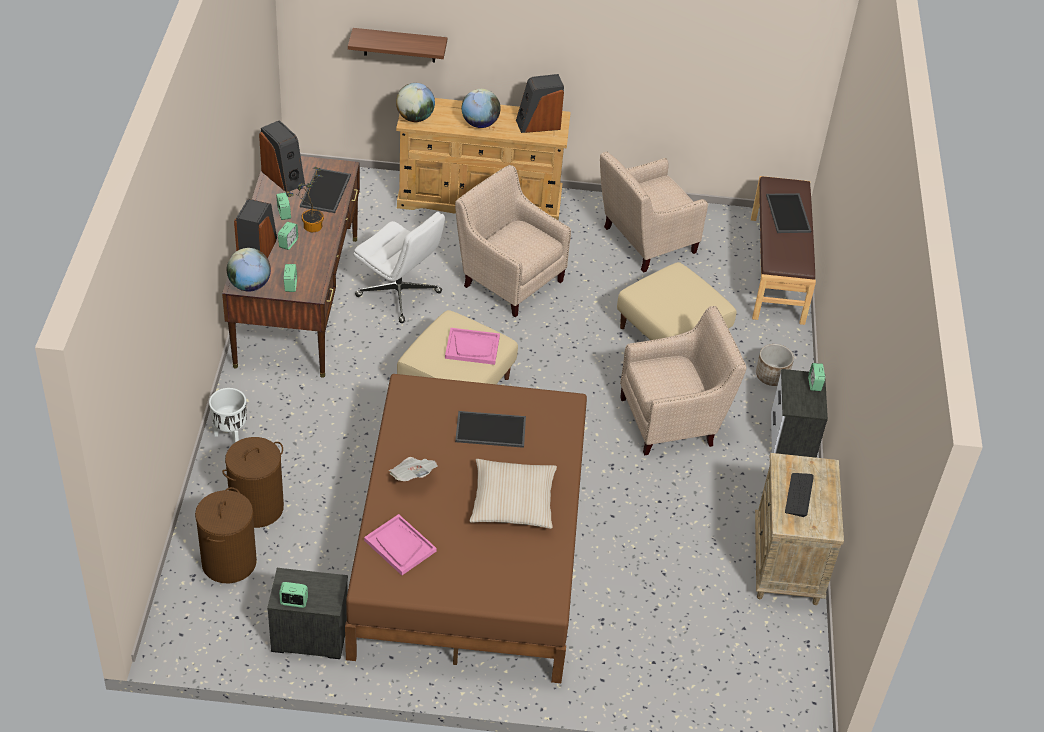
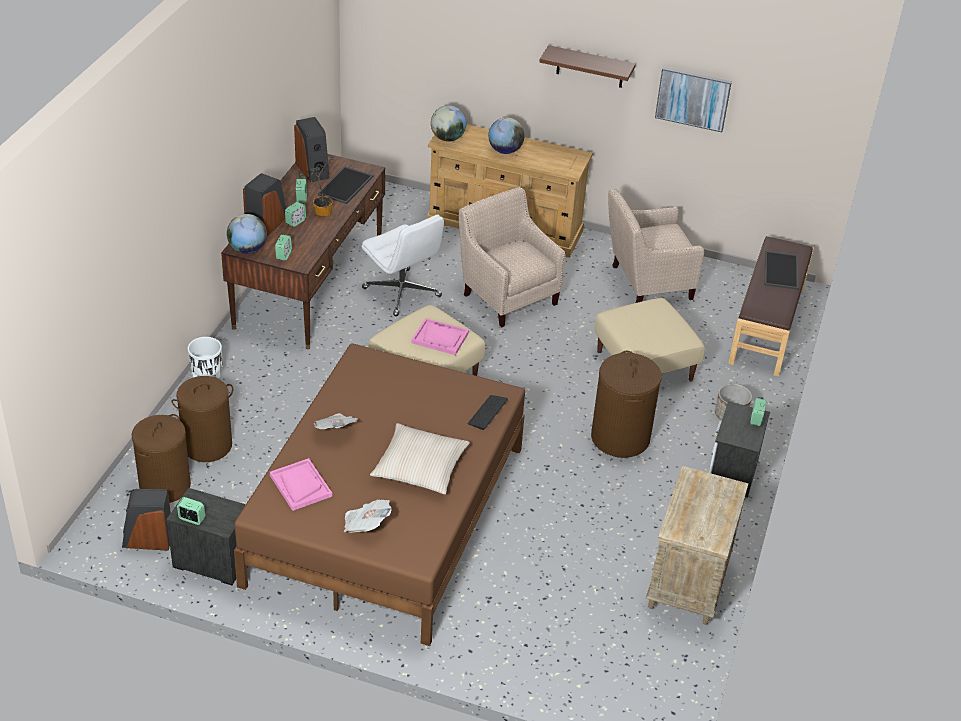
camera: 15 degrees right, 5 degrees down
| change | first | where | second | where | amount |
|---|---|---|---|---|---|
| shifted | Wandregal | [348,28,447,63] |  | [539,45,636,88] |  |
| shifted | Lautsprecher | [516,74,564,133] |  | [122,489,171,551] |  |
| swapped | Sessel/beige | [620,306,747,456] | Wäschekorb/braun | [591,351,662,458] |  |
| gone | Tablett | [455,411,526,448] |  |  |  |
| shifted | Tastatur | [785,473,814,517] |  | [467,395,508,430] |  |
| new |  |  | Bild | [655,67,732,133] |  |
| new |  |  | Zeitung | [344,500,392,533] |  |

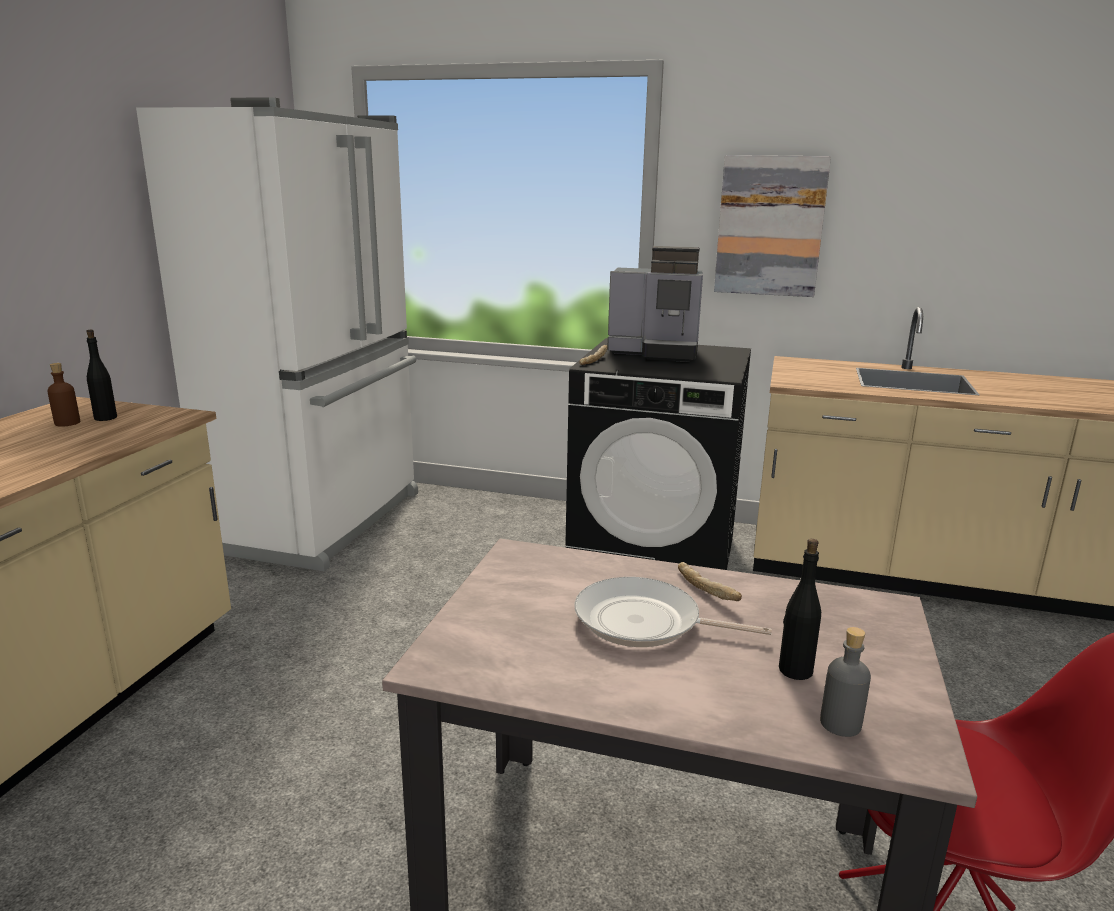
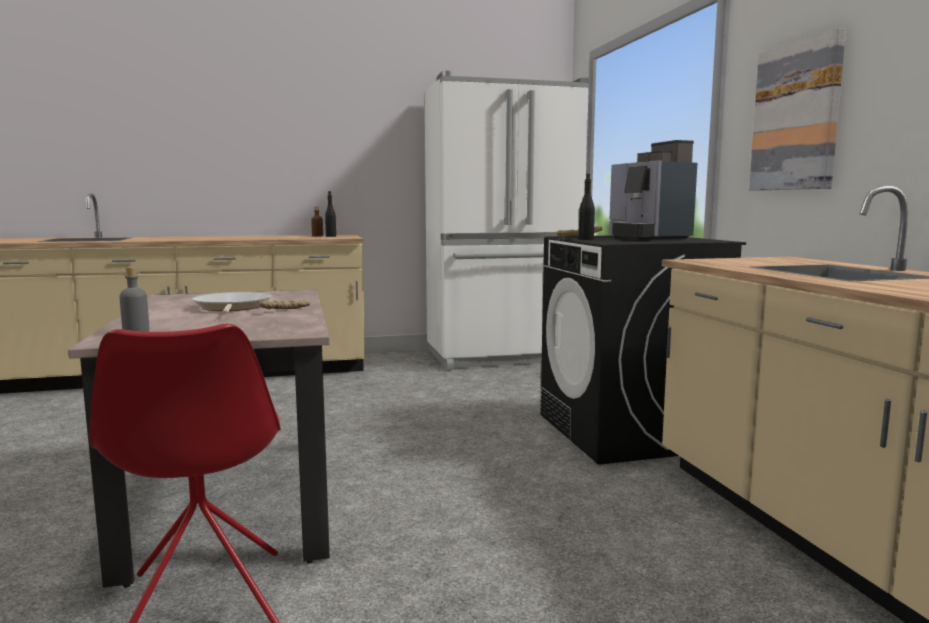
camera: 60 degrees right, 10 degrees down
| change | first | where | second | where | amount |
|---|---|---|---|---|---|
| shifted | Flasche/schwarz | [779,539,821,680] |  | [579,174,595,240] |  |

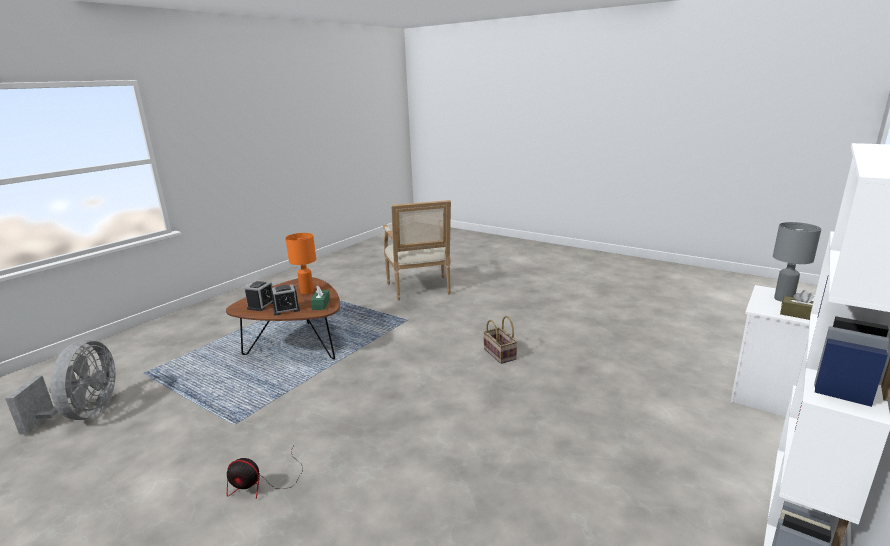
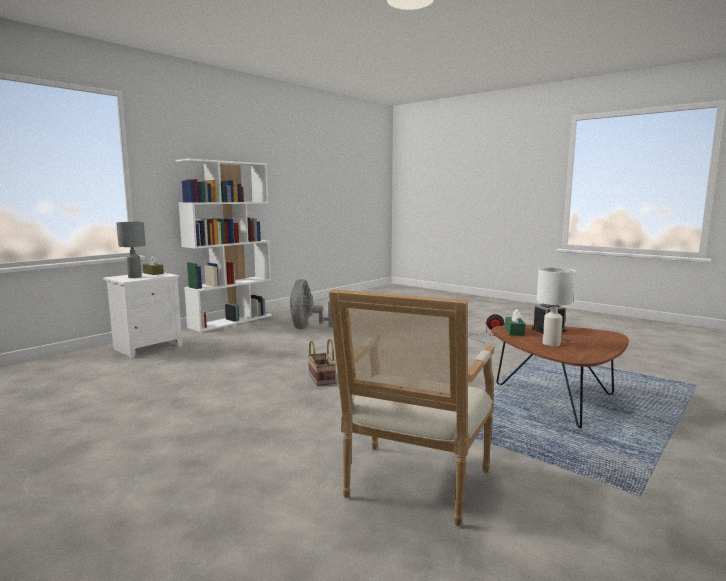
camera: 175 degrees left, 10 degrees down
| change | first | where | second | where | amount |
|---|---|---|---|---|---|
| rotated | Sessel | [383,200,451,301] |  | [329,289,494,526] | 150 degrees counterclockwise |
| repainted | Tischlampe/orange | [286,233,316,294] | Tischlampe/weiß | [537,267,576,346] |  |
| gone | Wecker | [244,281,273,311] |  |  |  |
| shifted | Ventilator/grau | [5,340,115,434] |  | [290,279,333,329] |  |

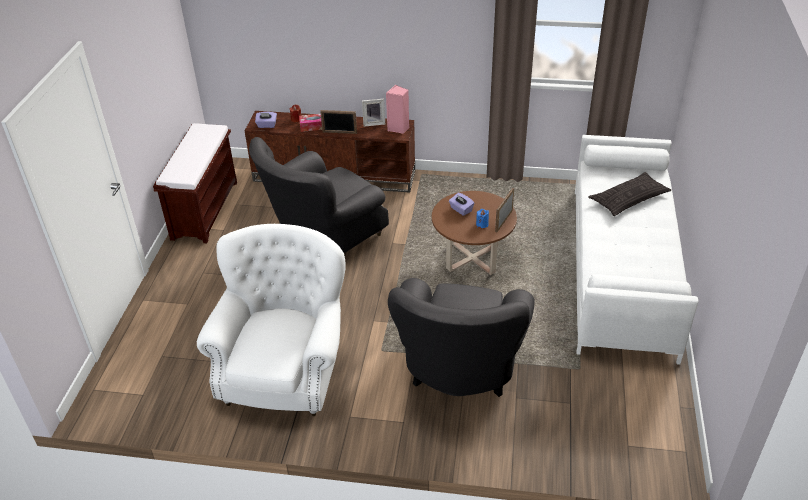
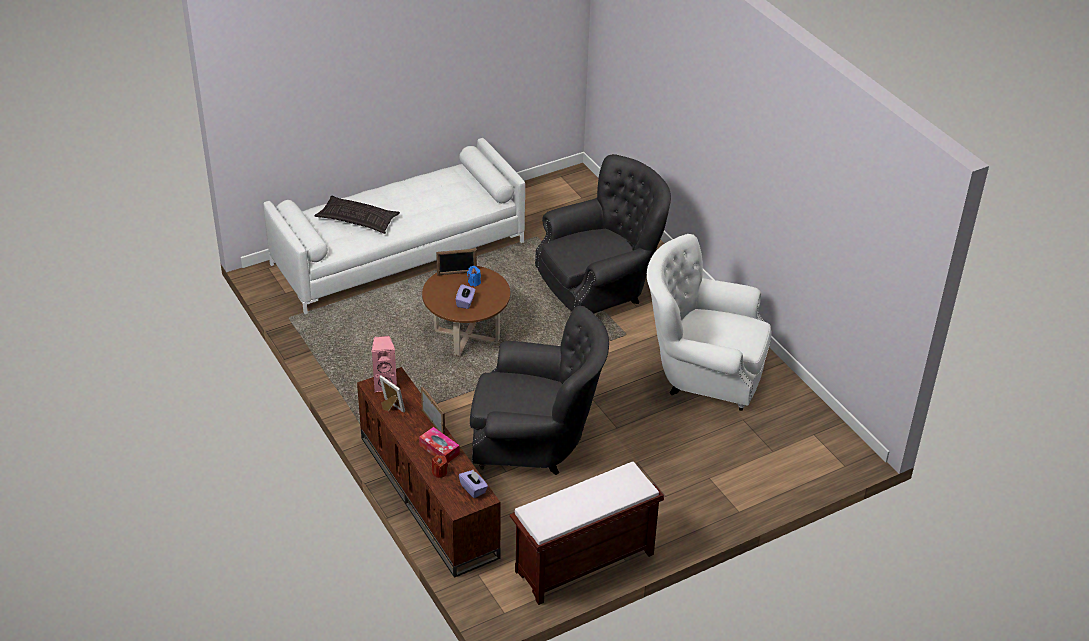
camera: 130 degrees left, 0 degrees up
| change | first | where | second | where | amount |
|---|---|---|---|---|---|
| rotated | Sessel/weiß | [197,224,346,416] |  | [647,234,771,411] | 45 degrees clockwise |

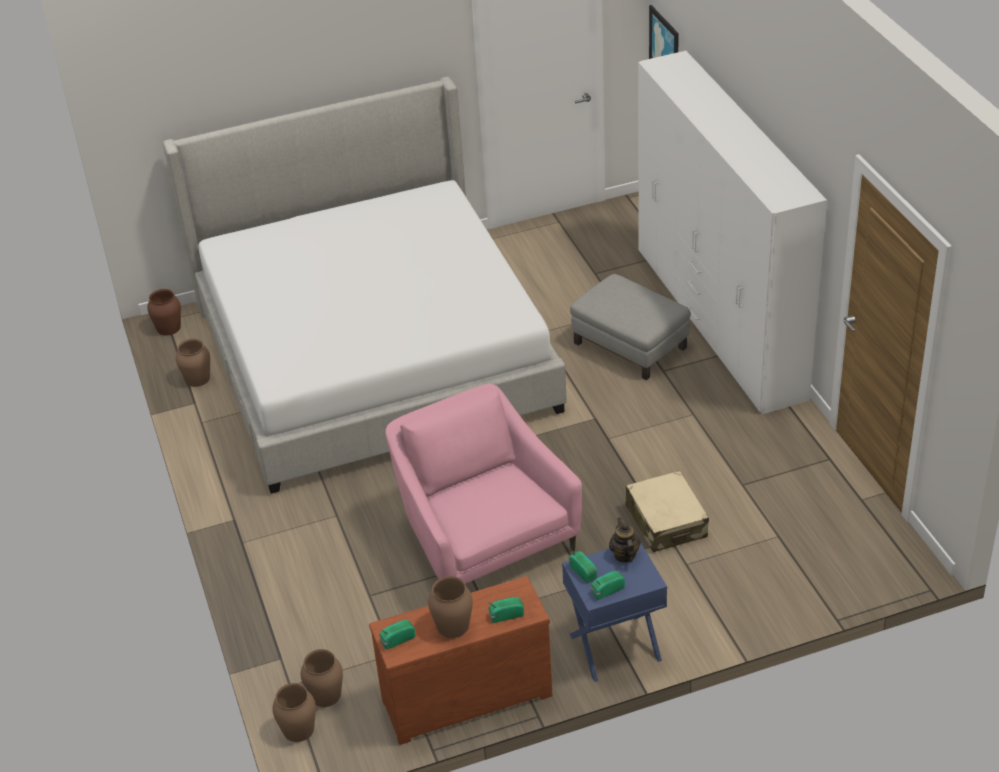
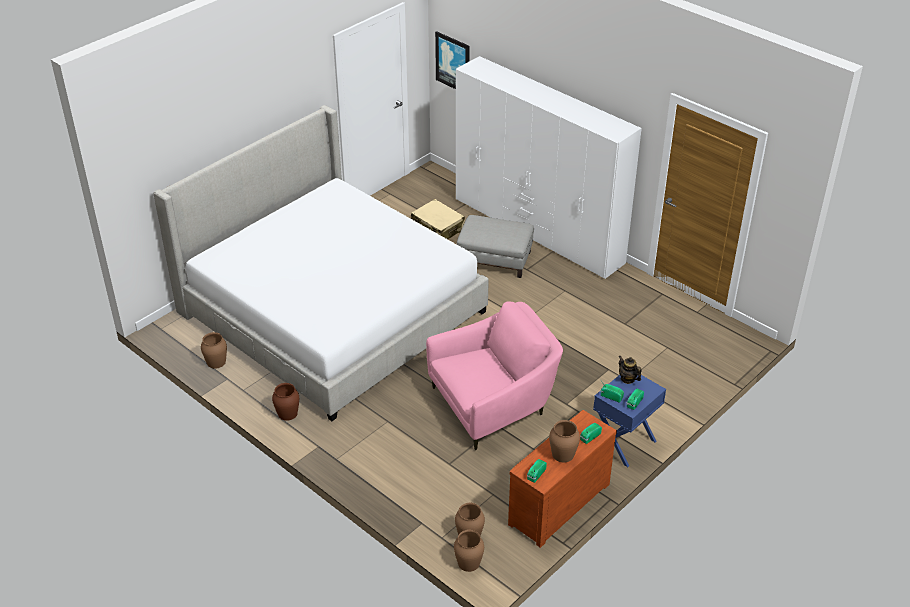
camera: 30 degrees left, 0 degrees up
| change | first | where | second | where | amount |
|---|---|---|---|---|---|
| shifted | Vase/braun | [147,289,181,335] |  | [272,383,299,421] |  |
| rotated | Sessel/rosa | [385,384,582,584] |  | [426,302,563,450] | 120 degrees clockwise |
| shifted | Koffer/beige | [626,471,709,552] |  | [411,199,465,239] |  |

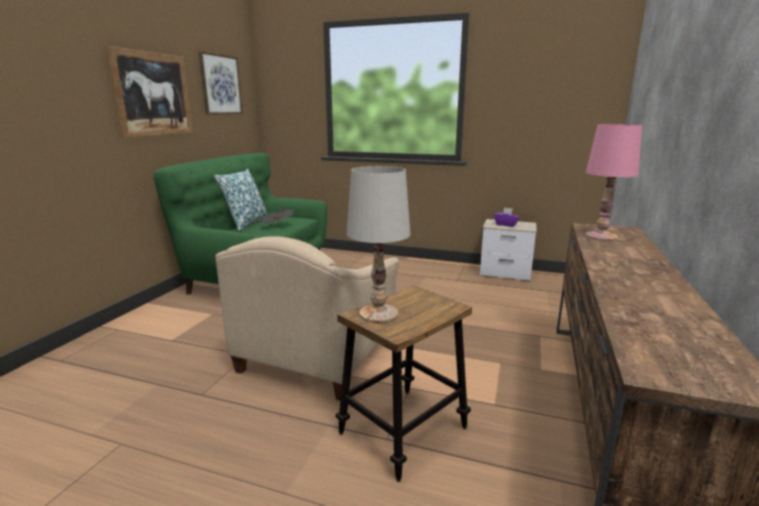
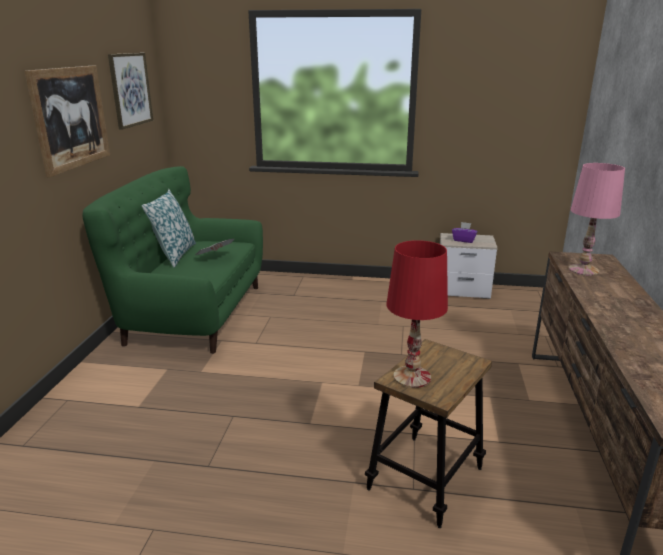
camera: 10 degrees left, 5 degrees up
| change | first | where | second | where | amount |
|---|---|---|---|---|---|
| repainted | Tischlampe/weiß | [347,166,410,323] | Tischlampe/rot | [386,240,448,388] |  |
| gone | Sessel/beige | [215,236,400,401] |  |  |  |

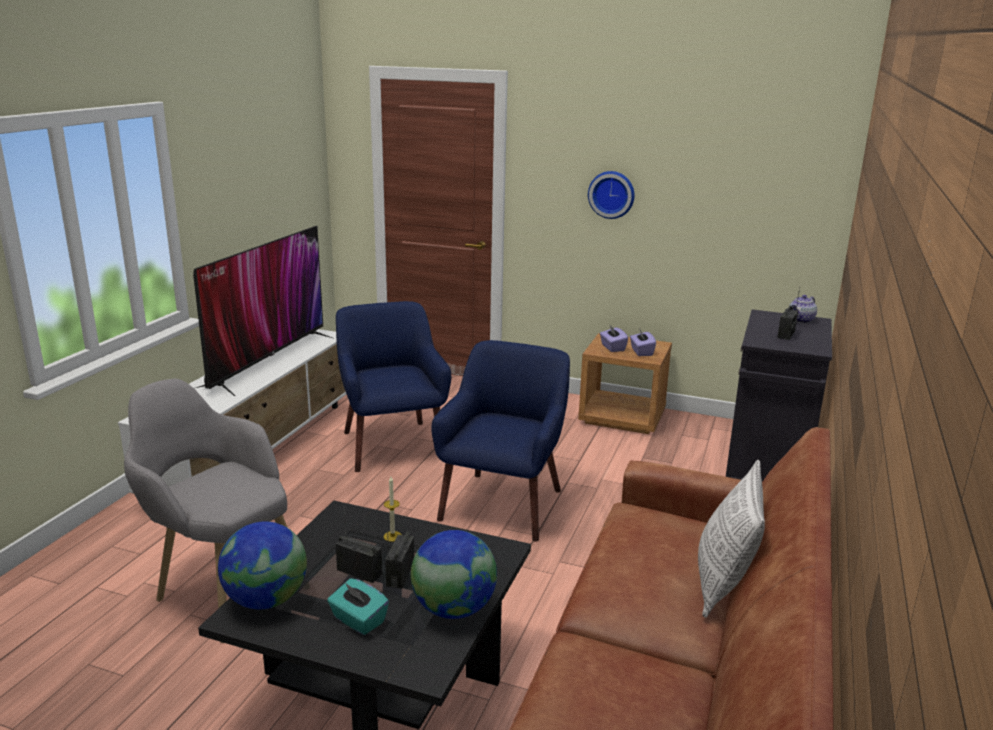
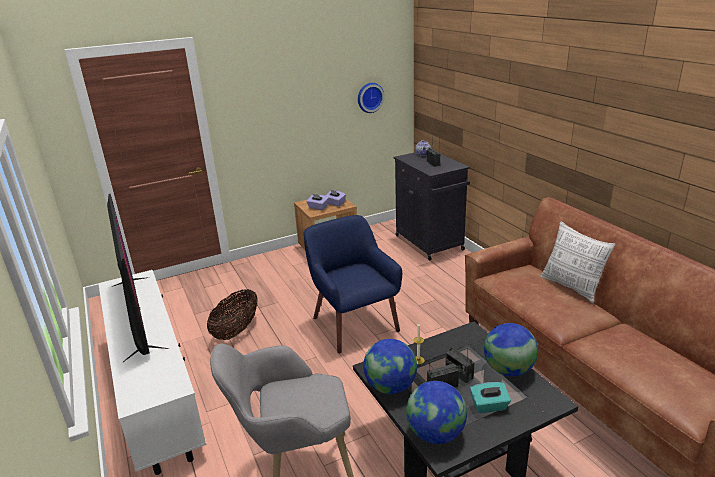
camera: 45 degrees left, 5 degrees up
| change | first | where | second | where | amount |
|---|---|---|---|---|---|
| shifted | Wanduhr | [588,171,635,219] |  | [358,83,385,113] |  |
| swapped | Sessel/blau | [336,301,451,472] | Korb | [207,289,257,340] |  |
| new |  |  | Globus | [363,339,417,394] |  |

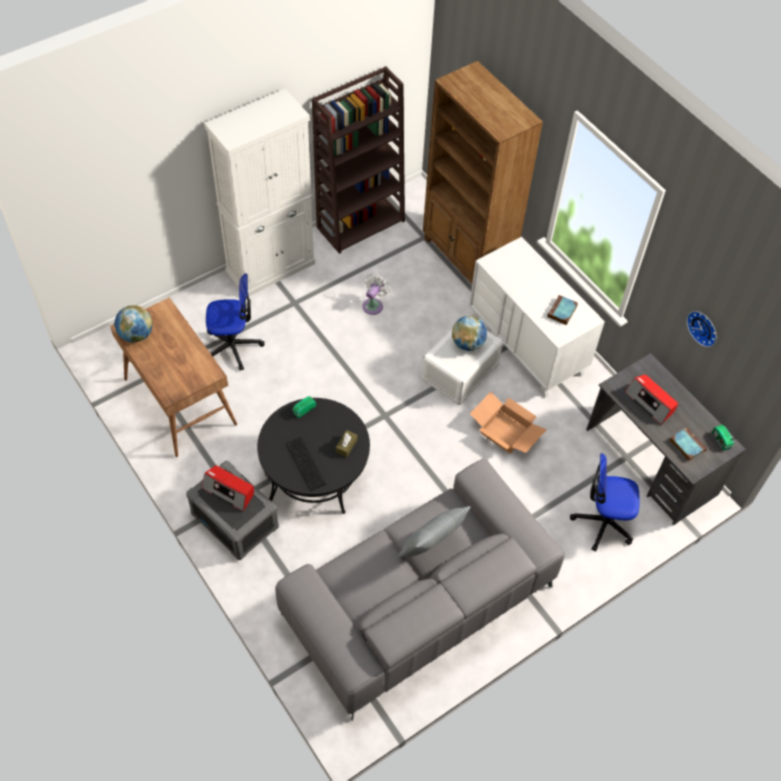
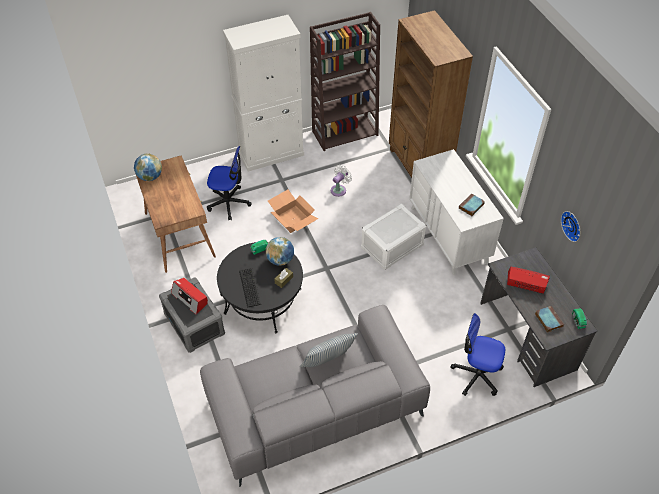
camera: 15 degrees right, 5 degrees down
| change | first | where | second | where | amount |
|---|---|---|---|---|---|
| shifted | Globus | [452,316,487,351] |  | [266,237,294,266] |  |
| rotated | Radio | [625,374,678,425] |  | [507,267,550,294] | 135 degrees clockwise |
| shifted | Karton | [470,392,547,453] |  | [268,190,318,233] |  |

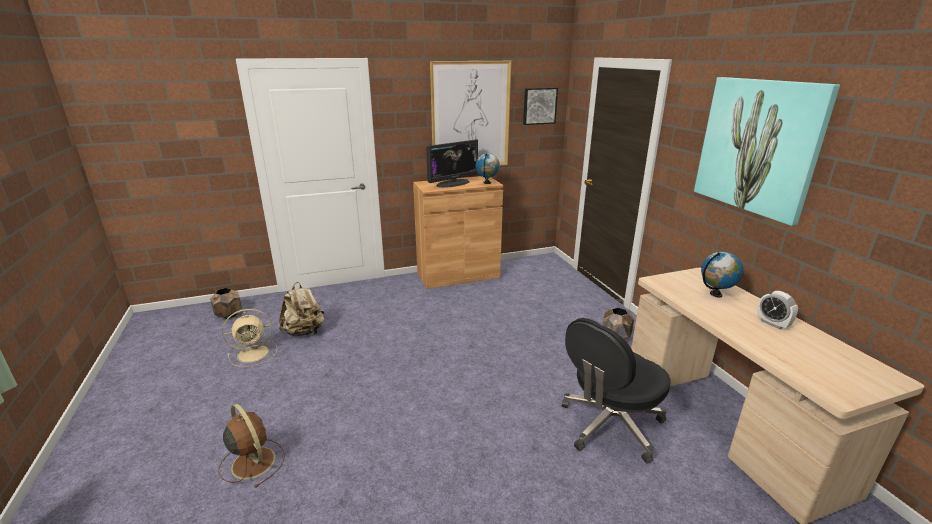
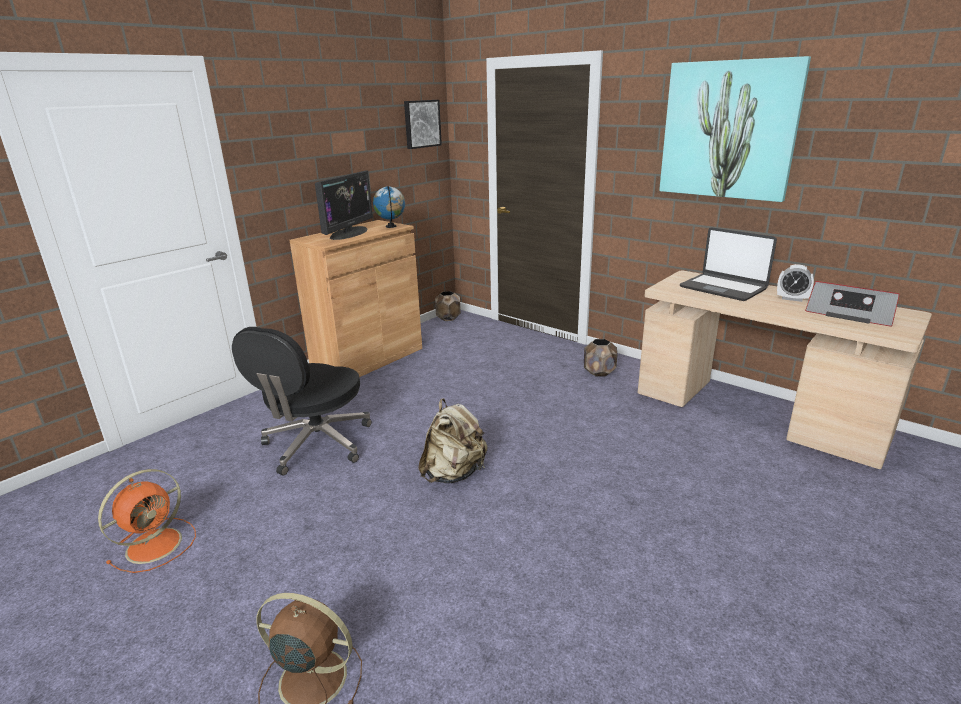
camera: 30 degrees left, 0 degrees up
| change | first | where | second | where | amount |
|---|---|---|---|---|---|
| gone | Bild | [430,61,511,166] |  |  |  |
| swapped | Globus | [701,252,744,298] | Laptop | [680,227,777,301] |  |
| shifted | Rucksack/beige | [279,282,324,336] |  | [418,398,488,483] |  |
| shifted | Pflanzkübel/braun | [210,288,242,319] |  | [435,291,461,321] |  |
| repainted | Ventilator/beige | [222,309,277,367] | Ventilator/orange | [98,469,196,573] |  |
| shifted | Bürostuhl/schwarz | [562,318,671,464] |  | [232,327,372,476] |  |
| new |  |  | Radio | [805,281,899,327] |  |

